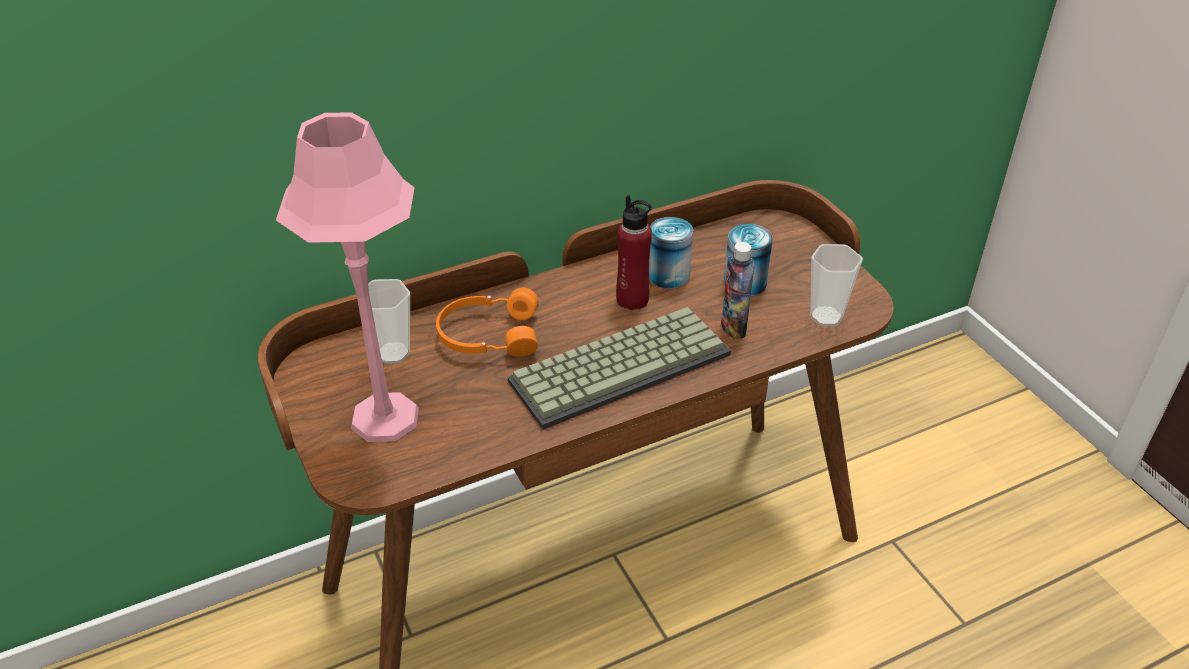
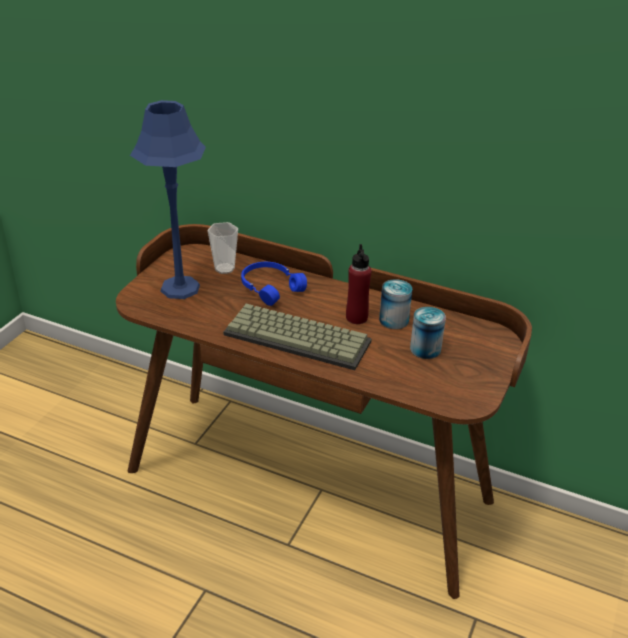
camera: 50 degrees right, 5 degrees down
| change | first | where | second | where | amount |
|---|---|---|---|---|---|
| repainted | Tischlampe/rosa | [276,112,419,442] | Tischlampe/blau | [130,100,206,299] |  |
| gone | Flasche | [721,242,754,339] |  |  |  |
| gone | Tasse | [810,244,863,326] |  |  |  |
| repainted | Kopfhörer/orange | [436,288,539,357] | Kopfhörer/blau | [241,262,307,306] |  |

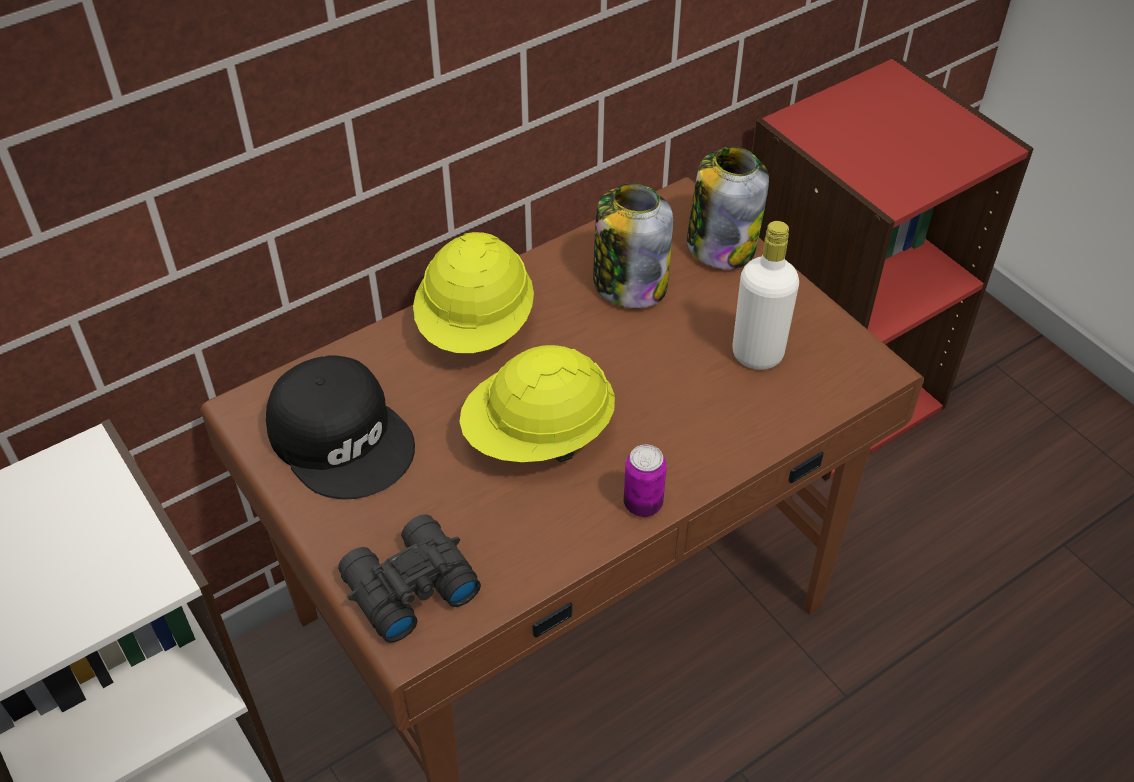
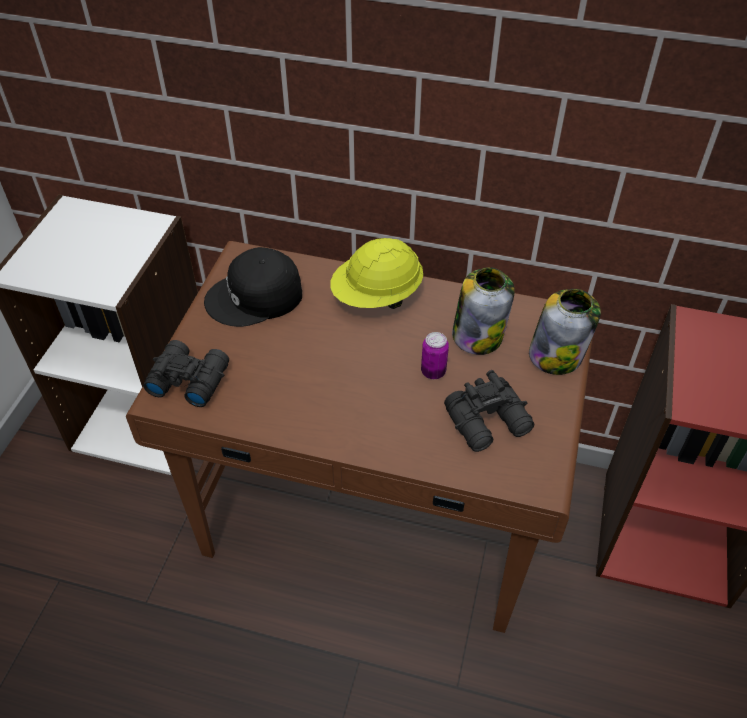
camera: 50 degrees right, 0 degrees up
| change | first | where | second | where | amount |
|---|---|---|---|---|---|
| swapped | Flasche/weiß | [732,221,799,370] | Fernglas/schwarz | [444,370,534,452] |  |
| gone | Schutzhelm/gelb | [459,345,615,462] |  |  |  |
| rotated | Kappe/schwarz | [266,355,415,499] |  | [204,247,302,327] | 60 degrees clockwise |
| shifted | Dose | [624,445,667,517] |  | [421,332,449,379] |  |

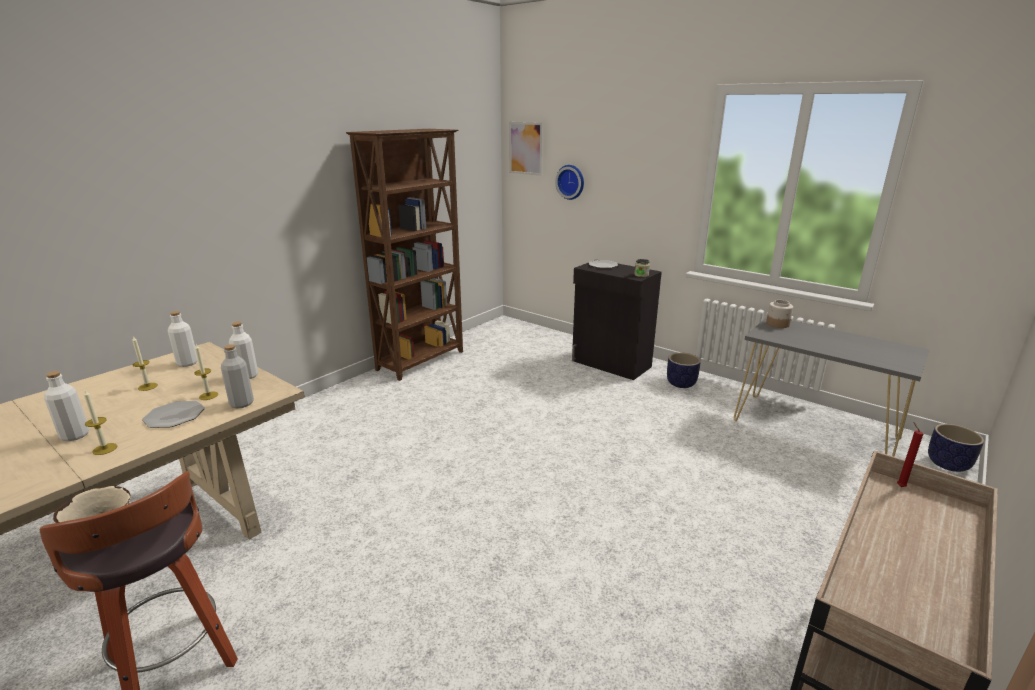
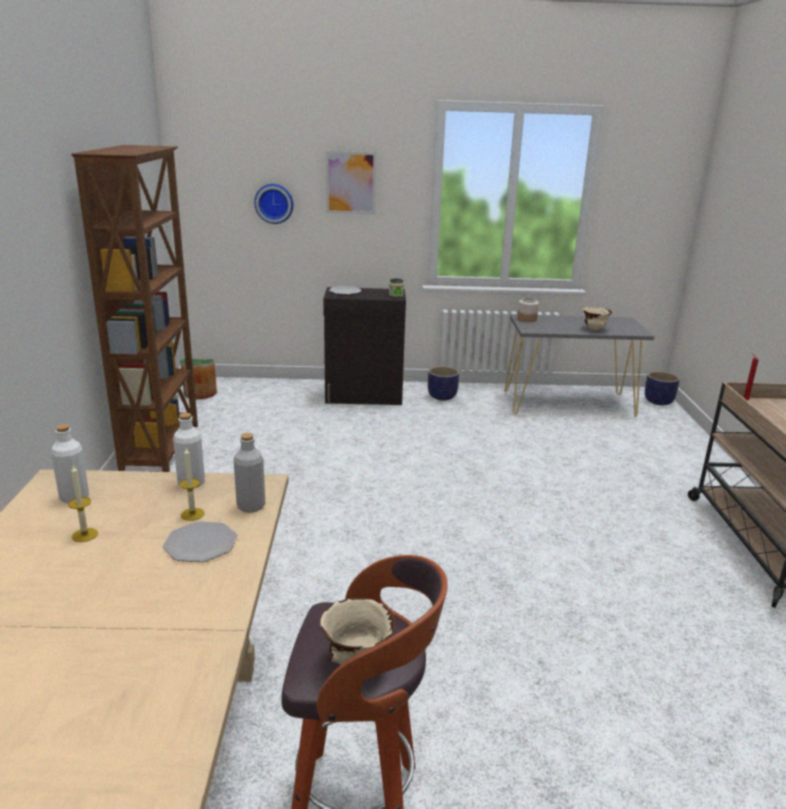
camera: 40 degrees left, 0 degrees up
| change | first | where | second | where | amount |
|---|---|---|---|---|---|
| shifted | Bild | [509,122,543,176] |  | [326,151,376,215] |  |
| gone | Flasche/weiß | [44,371,89,441] |  |  |  |
| gone | Kerze | [84,390,117,455] |  |  |  |
| new |  |  | Schüssel/beige | [583,307,612,330] |  |
| new |  |  | Vase/grün | [180,358,217,399] |  |

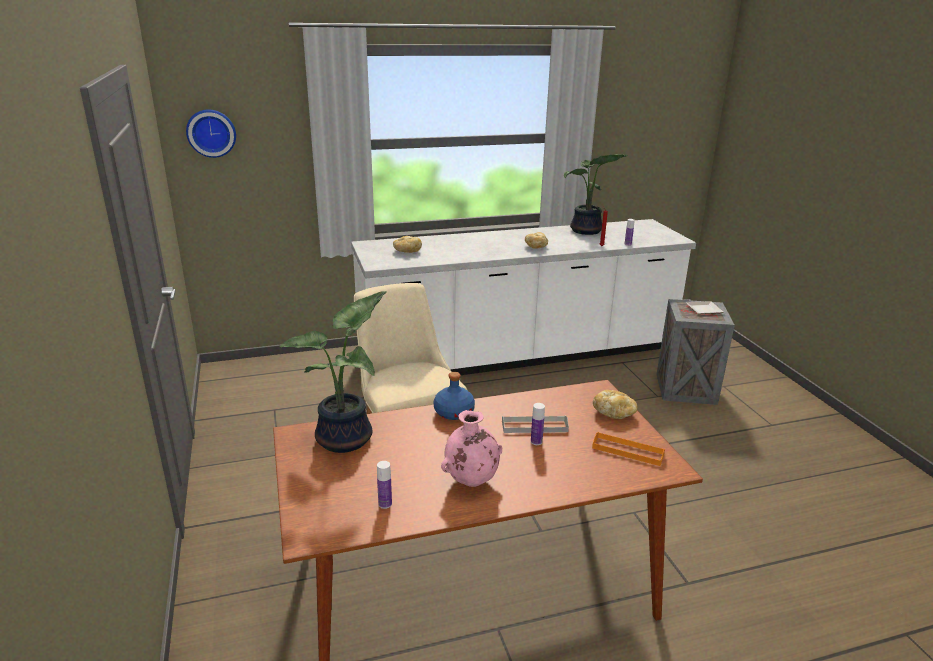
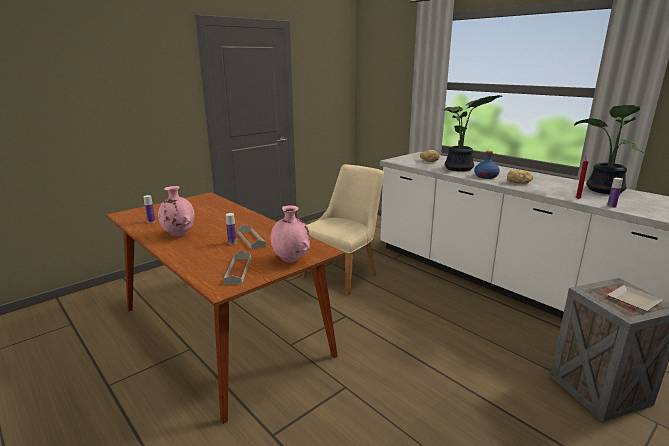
camera: 65 degrees right, 5 degrees down
| change | first | where | second | where | amount |
|---|---|---|---|---|---|
| gone | Wanduhr | [186,110,236,158] |  |  |  |
| shifted | Topfpflanze | [280,291,386,453] |  | [443,95,502,172] |  |
| shifted | Flasche/blau | [434,372,475,420] |  | [474,151,500,179] |  |
| swapped | Brot | [593,390,637,419] | Vase/rosa | [270,205,310,263] |  |
| repainted | Tablett/orange | [592,432,665,466] | Tablett/grau | [223,251,251,284] |  |

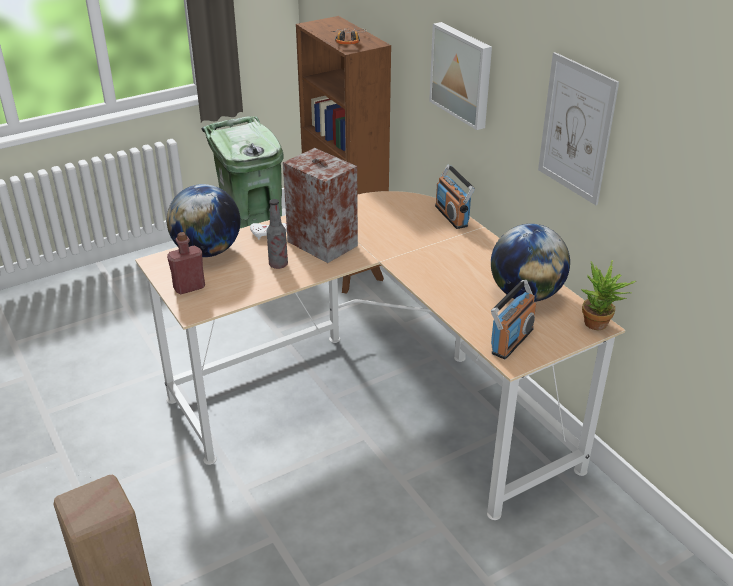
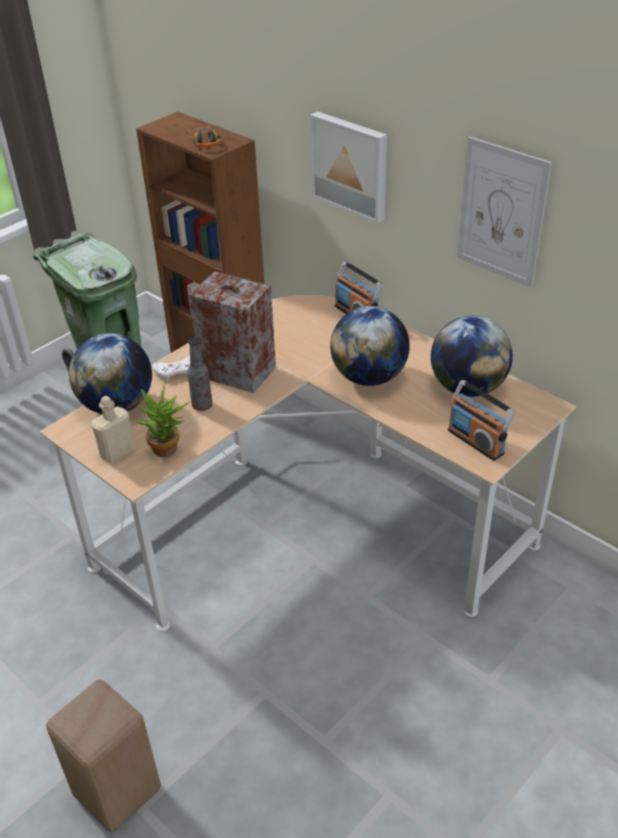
camera: 15 degrees left, 5 degrees up
| change | first | where | second | where | amount |
|---|---|---|---|---|---|
| repainted | Flasche/rot | [167,232,205,295] | Flasche/beige | [91,396,135,463] |  |
| shifted | Topfpflanze | [581,260,636,330] |  | [135,383,191,457] |  |
| rotated | Radio | [491,280,536,359] |  | [448,380,515,461] | 120 degrees clockwise |
| new |  |  | Globus | [330,306,410,386] |  |

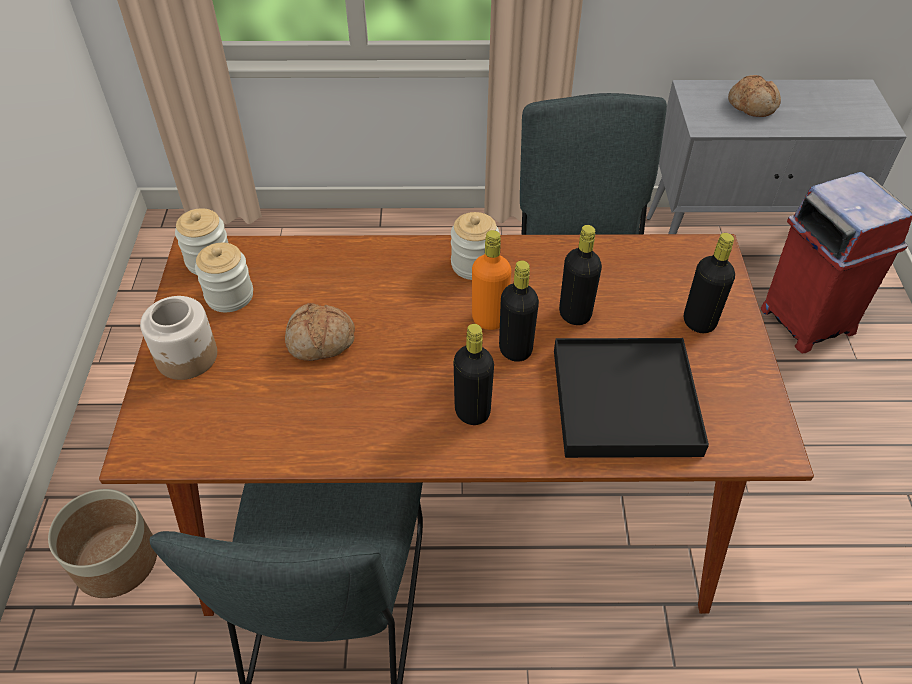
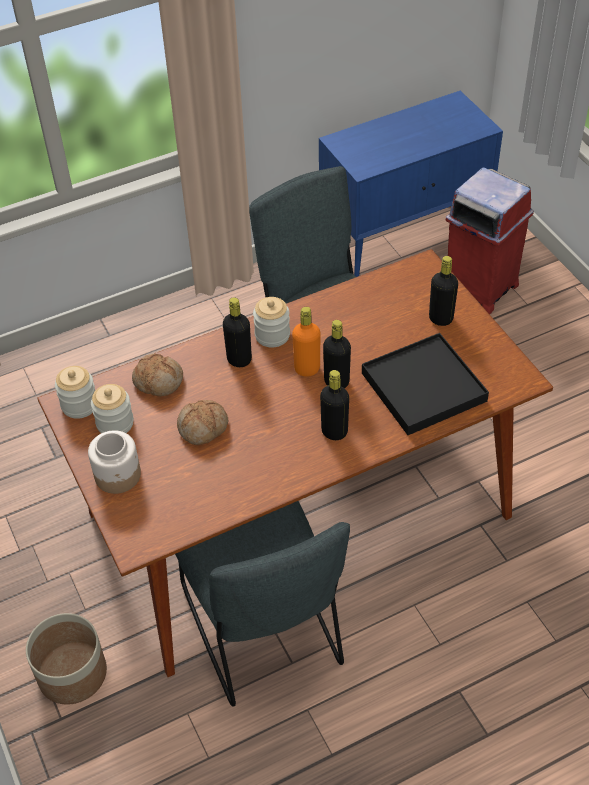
camera: 25 degrees left, 0 degrees up
| change | first | where | second | where | amount |
|---|---|---|---|---|---|
| shifted | Brot | [728,75,781,117] |  | [132,354,183,397] |  |
| repainted | Schrank/grau | [647,80,907,234] | Schrank/blau | [319,91,503,277] |  |
| shifted | Flasche/schwarz | [559,225,602,325] |  | [223,297,252,367] |  |

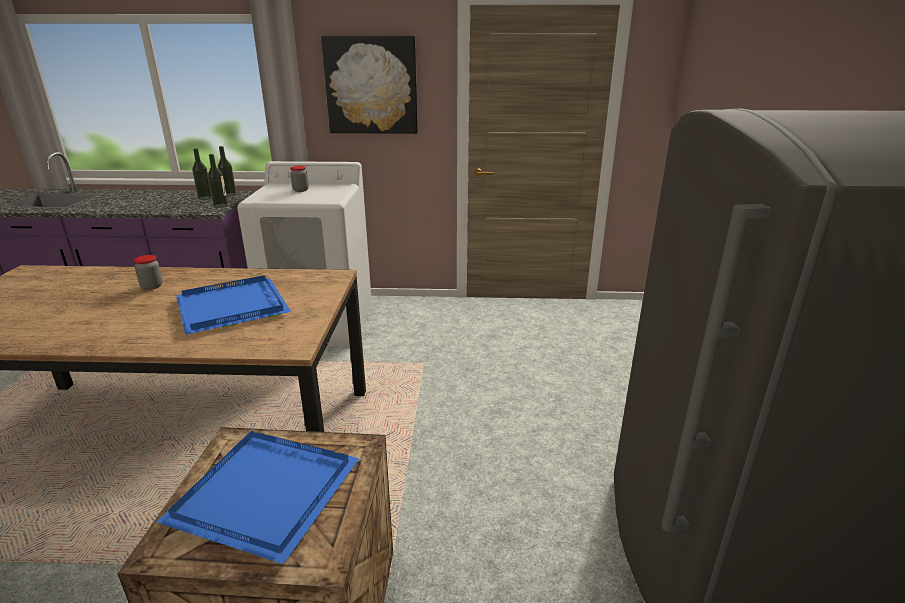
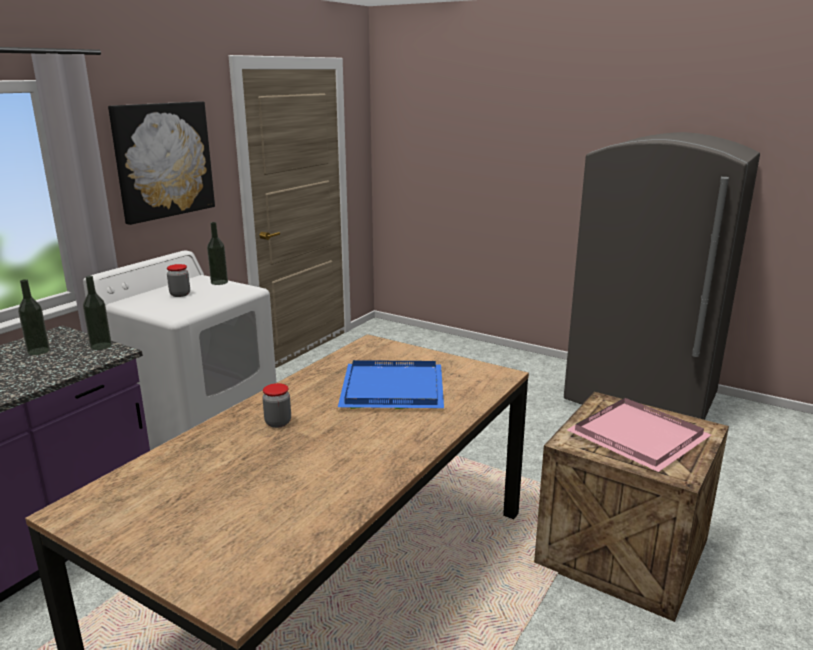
camera: 60 degrees left, 5 degrees down
| change | first | where | second | where | amount |
|---|---|---|---|---|---|
| shifted | Flasche | [218,146,236,197] |  | [207,222,228,285] |  |
| repainted | Tablett/blau | [157,431,360,564] | Tablett/rosa | [567,398,711,472] |  |

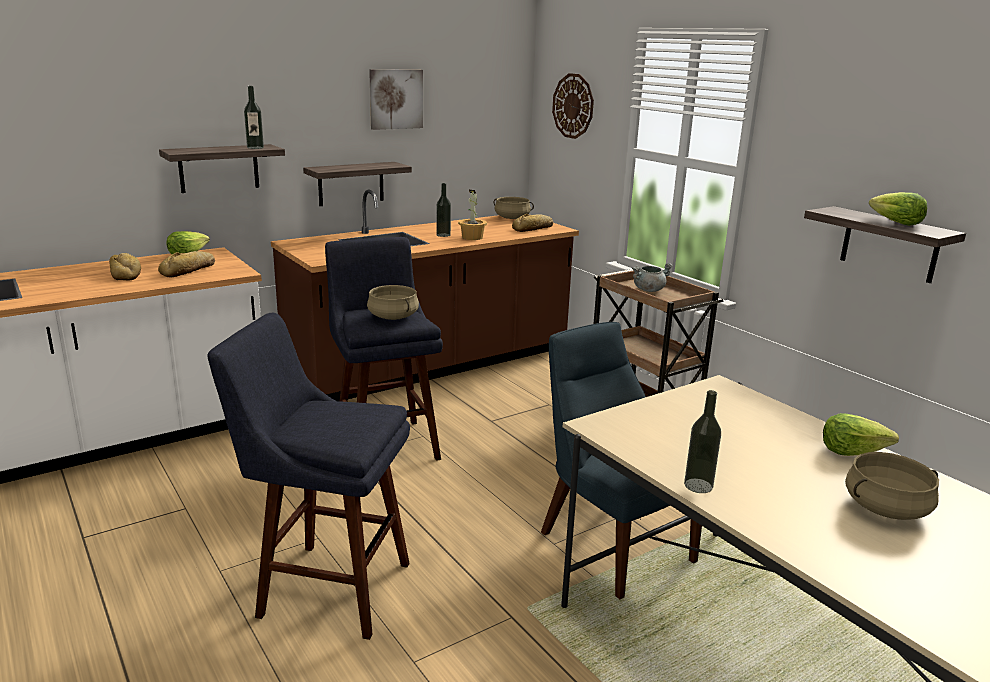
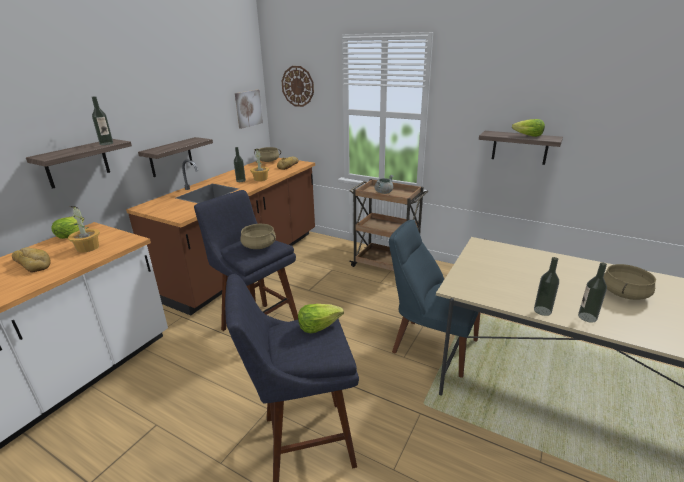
camera: 25 degrees left, 5 degrees up
| change | first | where | second | where | amount |
|---|---|---|---|---|---|
| shifted | Bild | [369,69,423,130] |  | [235,90,263,129] |  |
| swapped | Brot | [158,251,215,277] | Topfpflanze | [68,206,100,253] |  |
| shifted | Salatkopf | [823,413,899,456] |  | [298,304,344,334] |  |
| new |  |  | Flasche | [578,262,607,323] |  |

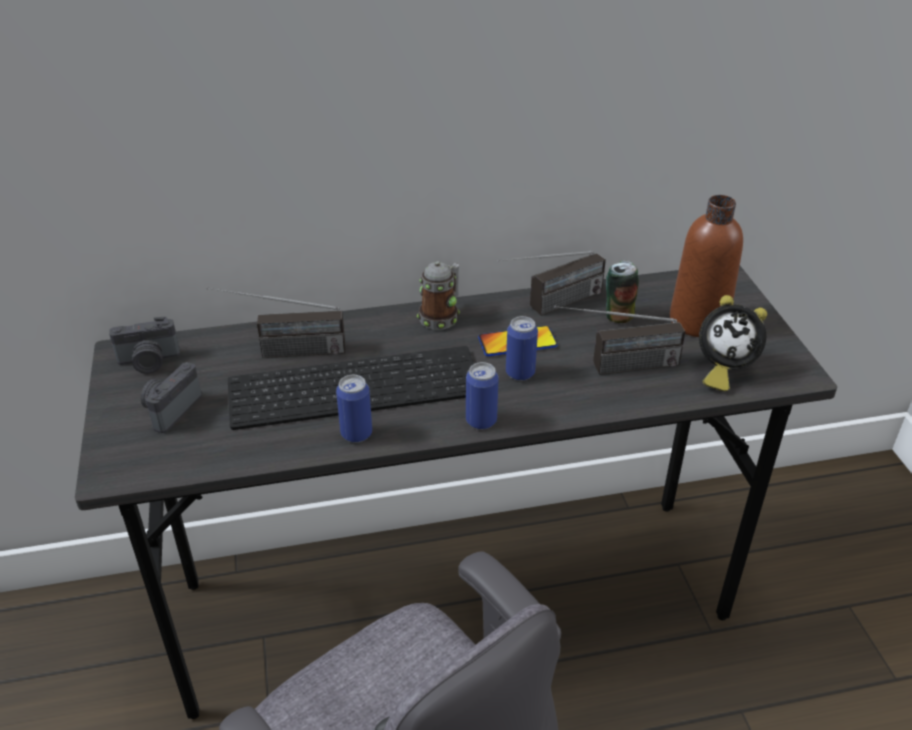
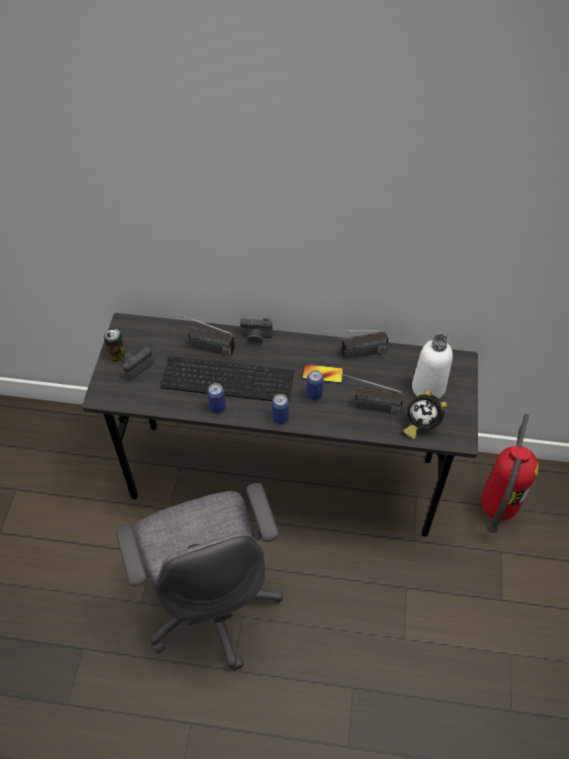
camera: 20 degrees right, 15 degrees up
| change | first | where | second | where | amount |
|---|---|---|---|---|---|
| repainted | Flasche/braun | [670,195,743,337] | Flasche/weiß | [412,334,453,399] |  |
| shifted | Dose | [606,261,639,323] |  | [104,329,125,362] |  |
| gone | Henkelbecher | [417,262,460,330] |  |  |  |
| shifted | Kamera | [109,317,180,374] |  | [240,318,273,346] |  |
| new |  |  | Feuerlöscher | [481,413,539,533] |  |

